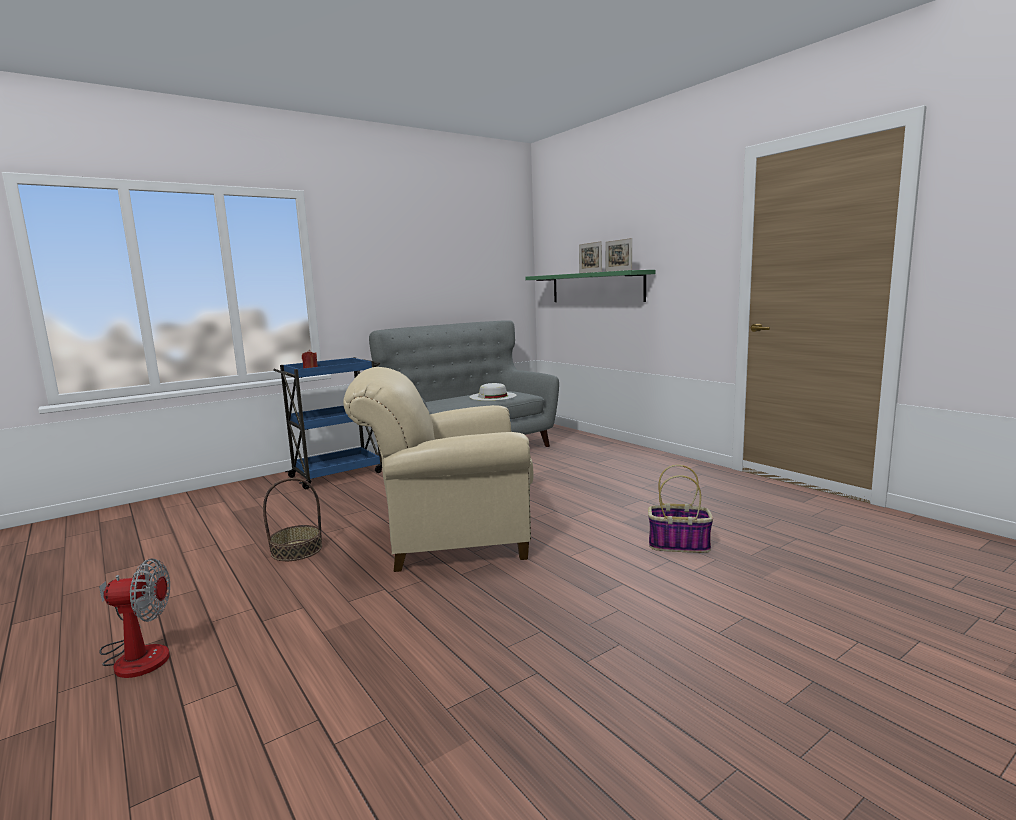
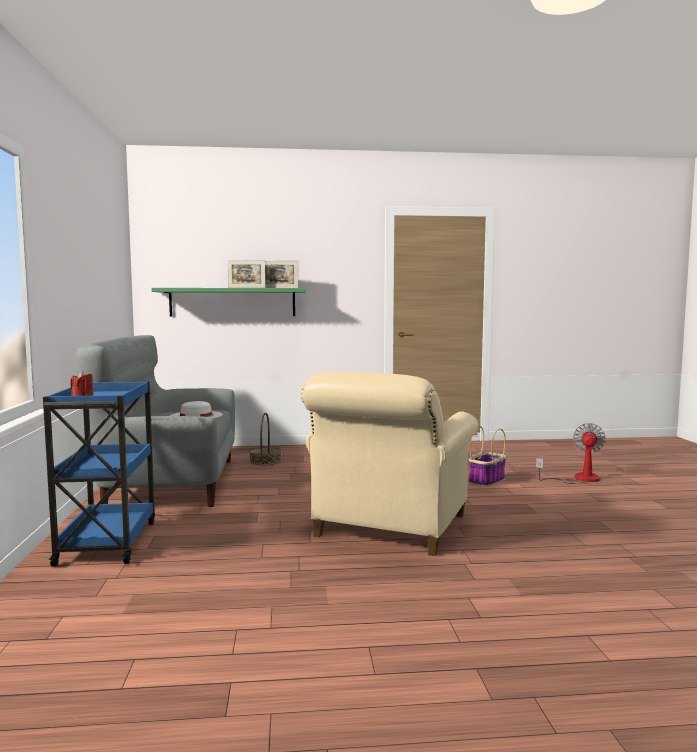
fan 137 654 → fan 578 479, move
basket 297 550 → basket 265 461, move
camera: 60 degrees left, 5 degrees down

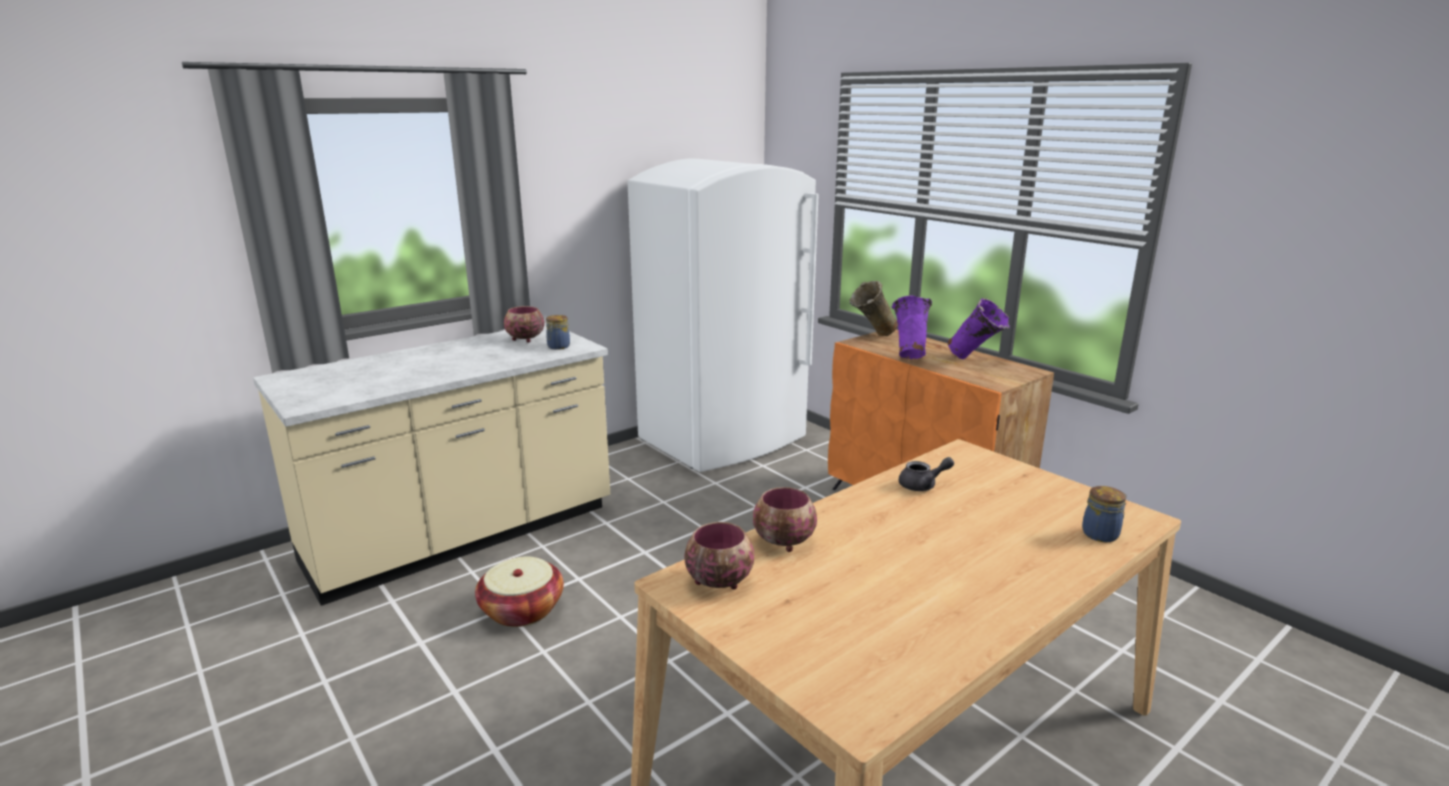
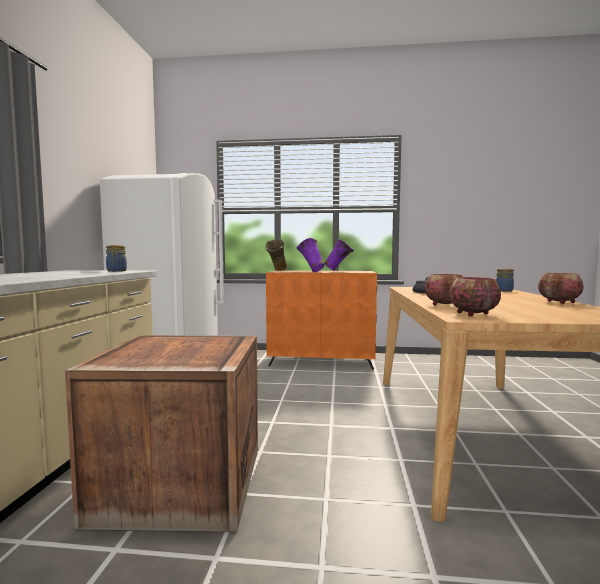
serving bowl 524 339 → serving bowl 559 302, move
basket 522 610 → crate 180 481
camera: 45 degrees left, 15 degrees down

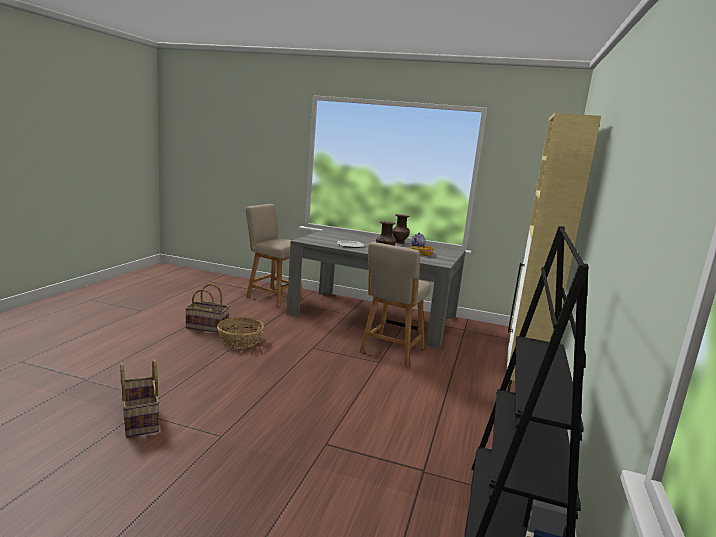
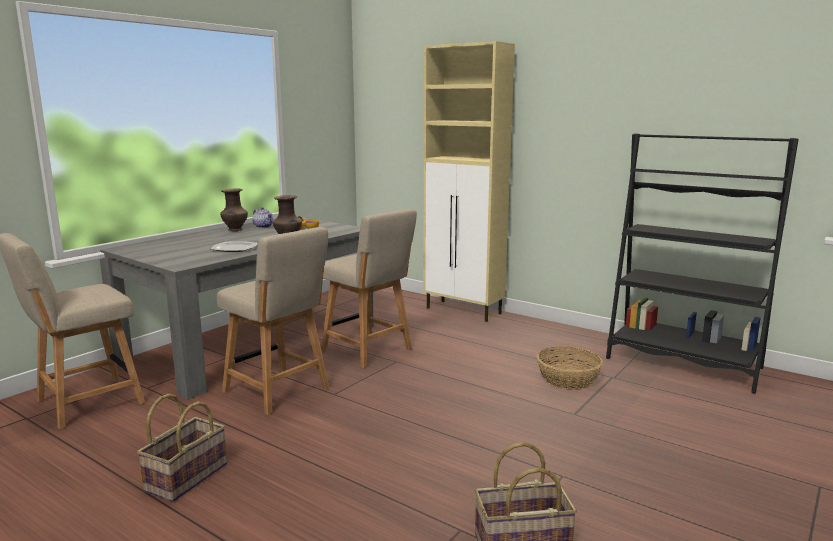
- → sand-coloured upright chair 279 391
basket 240 341 → basket 568 379, move
camera: 70 degrees left, 0 degrees up

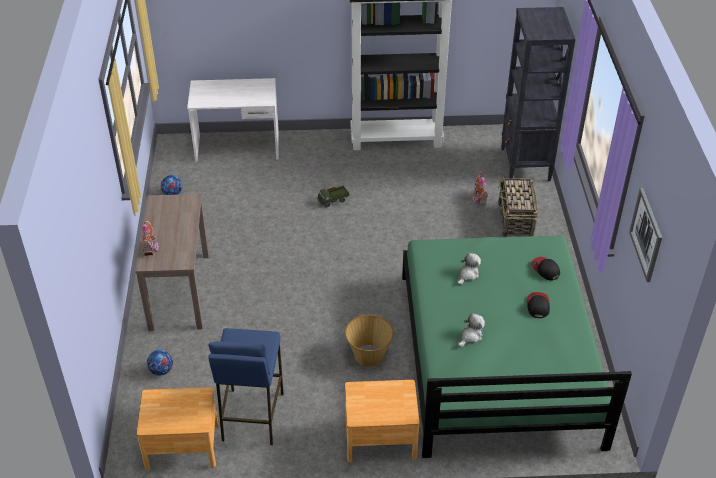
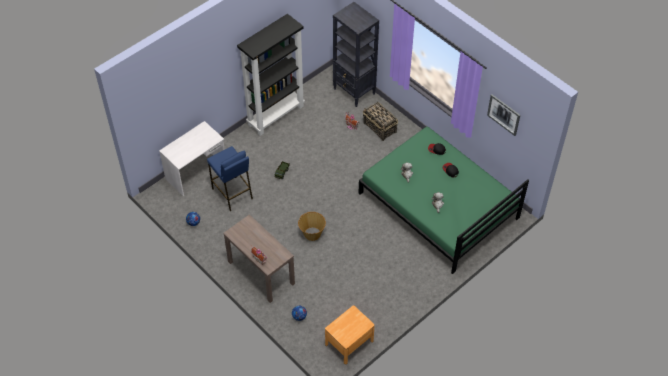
brownish bedside table 380 438 → -
blue sitting stool 252 417 → blue sitting stool 232 194, move
basket 369 355 → basket 312 233, move
camera: 40 degrees left, 10 degrees up

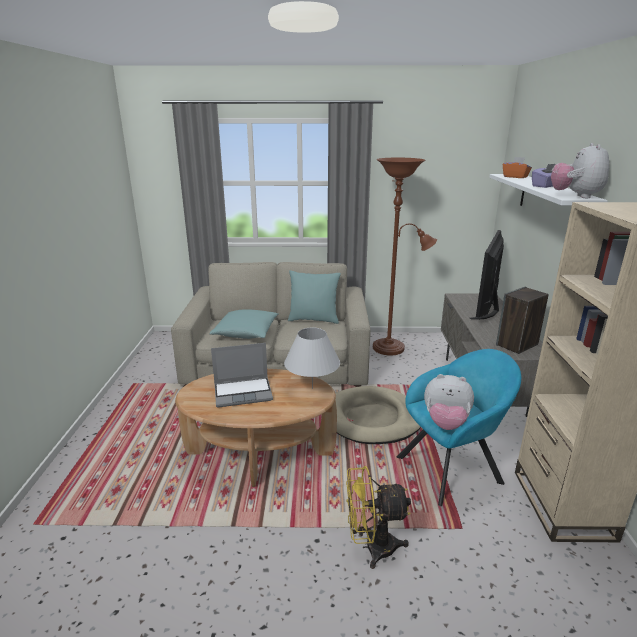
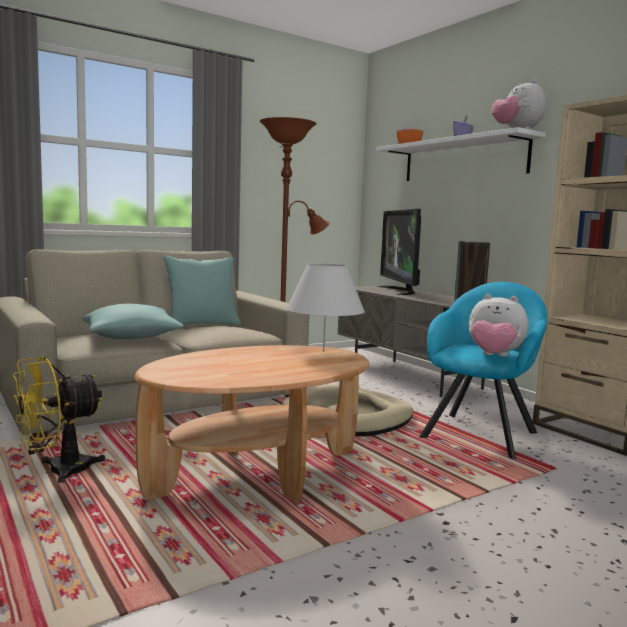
notebook computer 243 392 → -
yellowish fan 372 547 → yellowish fan 58 472, move
plush toy 445 423 → plush toy 494 356, 45 degrees clockwise
camera: 35 degrees left, 15 degrees down

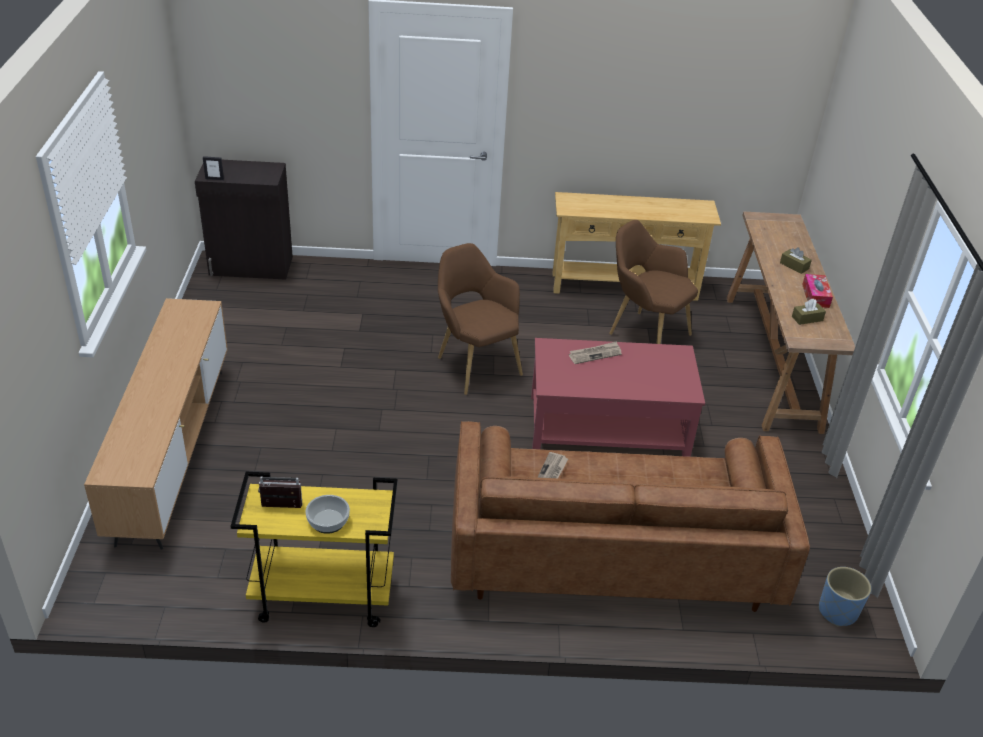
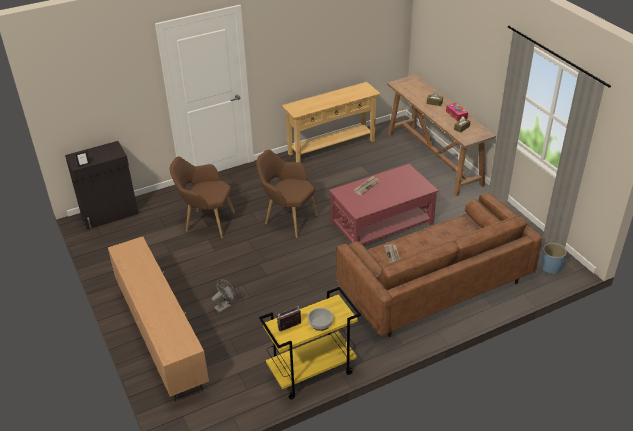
- → grey fan 225 305
brownish easy chair 644 333 → brownish easy chair 206 222, move
camera: 25 degrees left, 0 degrees up

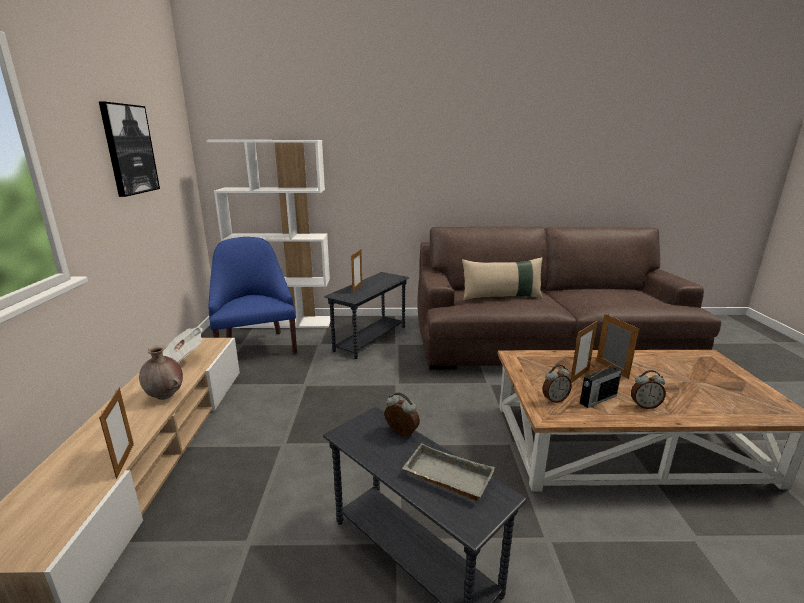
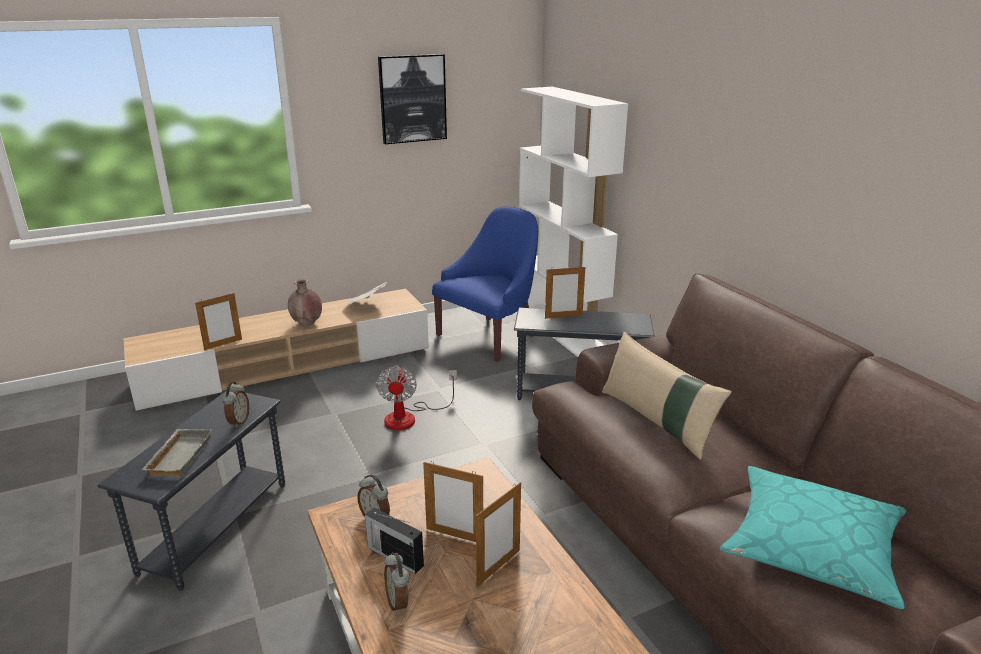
- → fan 409 417
- → turquoise-coloured cushion 811 547
camera: 65 degrees right, 5 degrees up

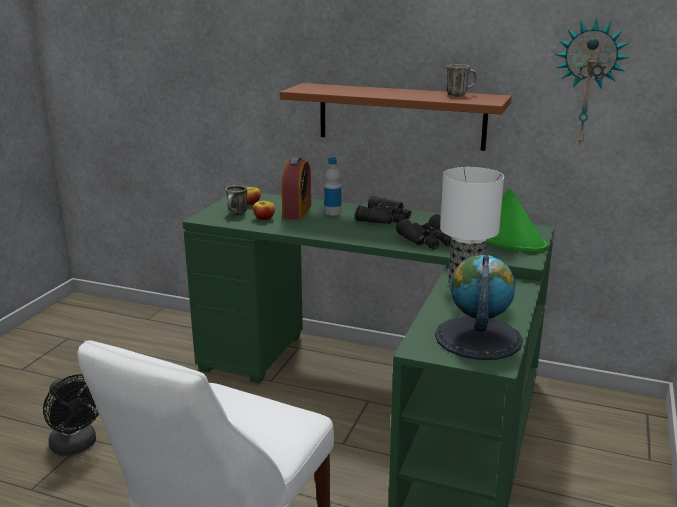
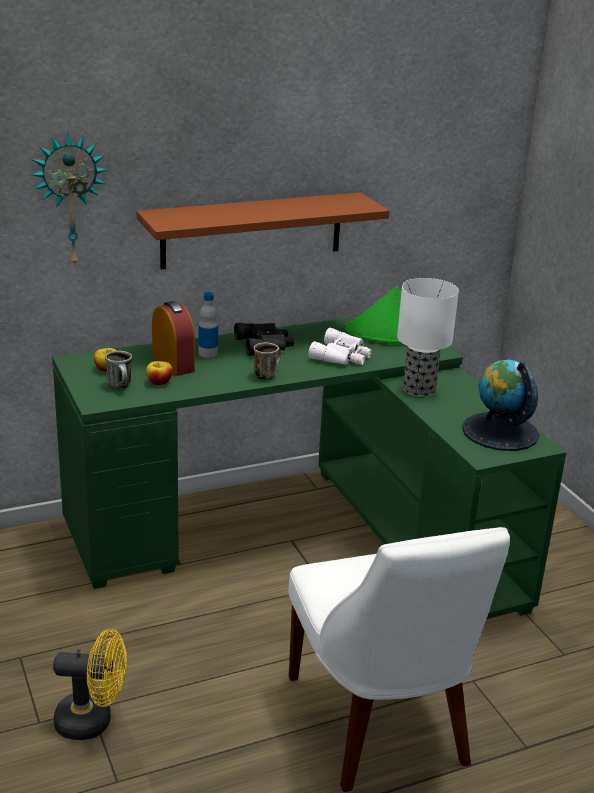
coffee mug 460 95 → coffee mug 267 374, move
hanging clock 588 83 → hanging clock 70 200, move
black-coloured fan 77 446 → yellowish fan 93 721
black-coloured binoculars 430 240 → whitish binoculars 342 356
camera: 45 degrees left, 5 degrees up

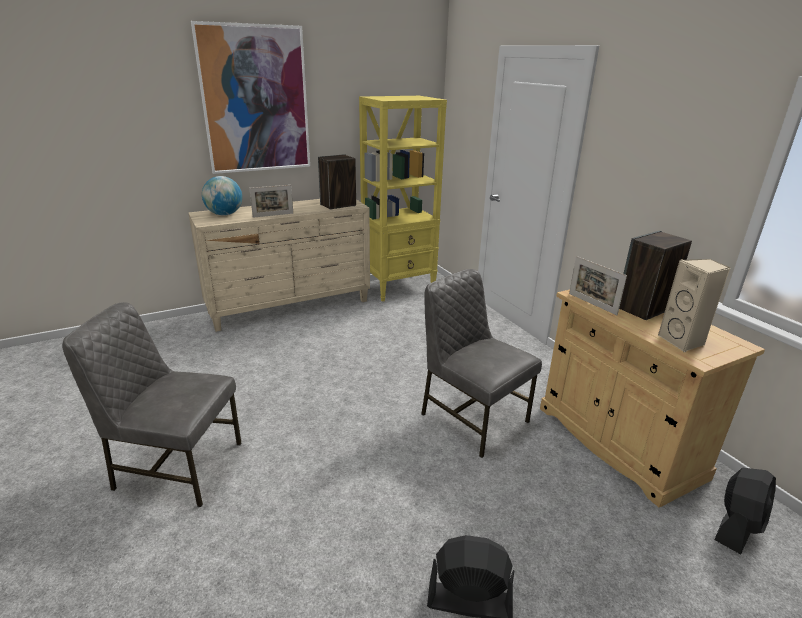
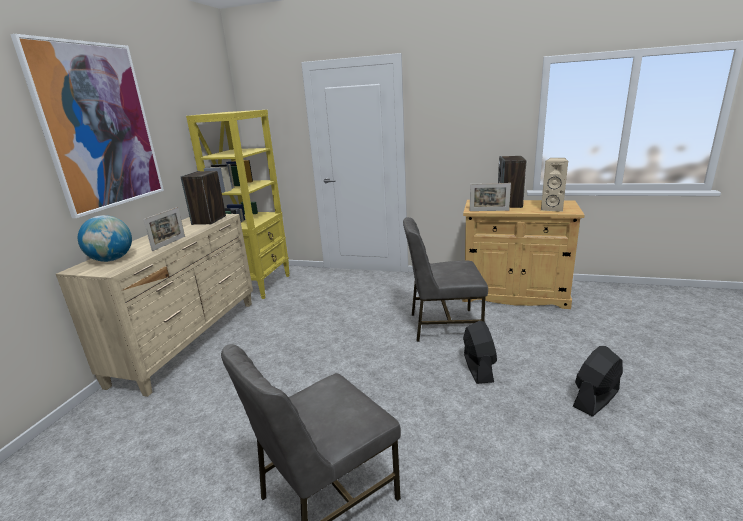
black-coloured fan 737 527 → black-coloured fan 478 367, move
camera: 45 degrees left, 5 degrees down

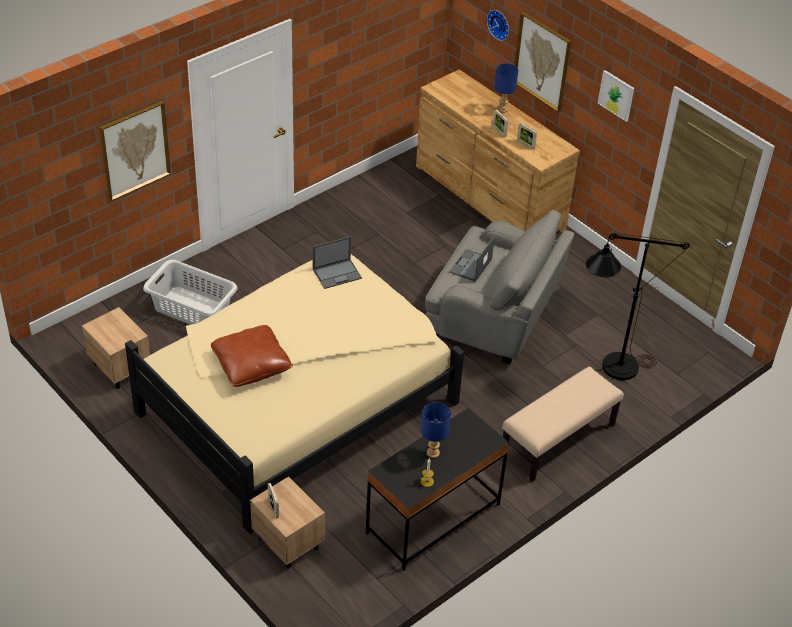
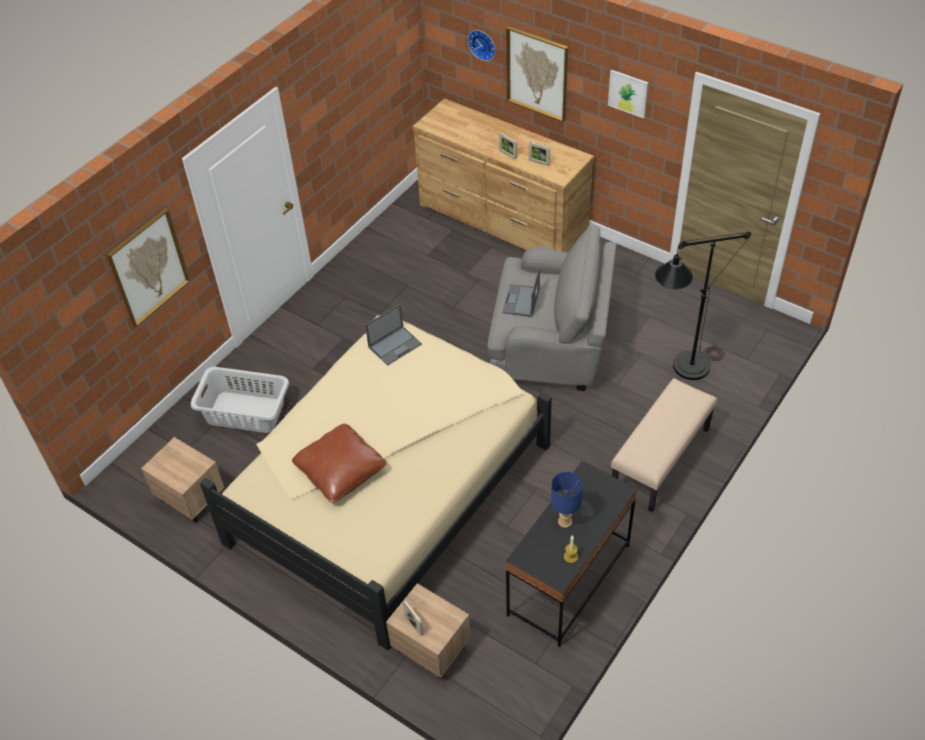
blue table lamp 503 109 → -
camera: 10 degrees left, 5 degrees up

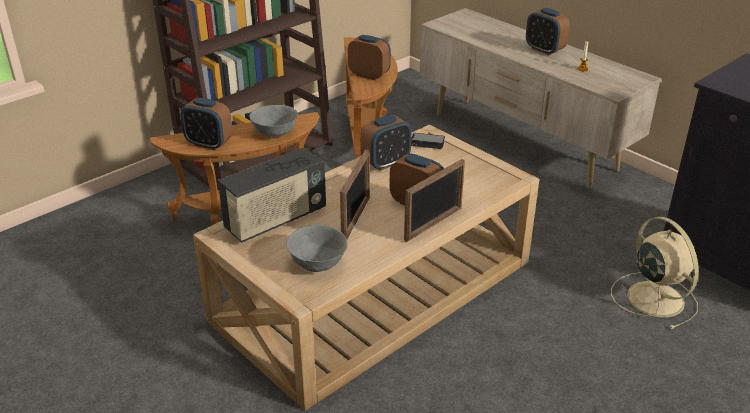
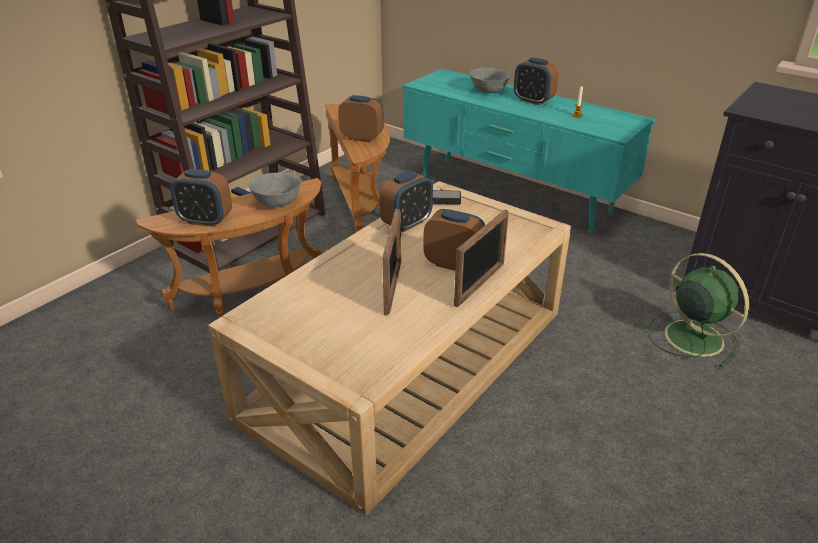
radio receiver 276 220 → -
grey serving bowl 318 263 → grey serving bowl 489 91, move
sand-coloured tv stand 521 142 → turquoise-coloured tv stand 512 195
sand-coloured fan 653 297 → green fan 691 336
camera: 10 degrees left, 0 degrees up

